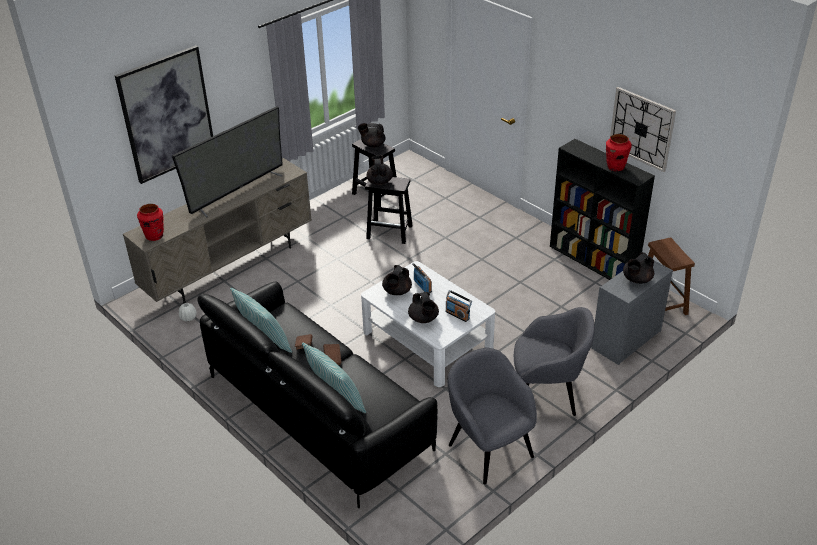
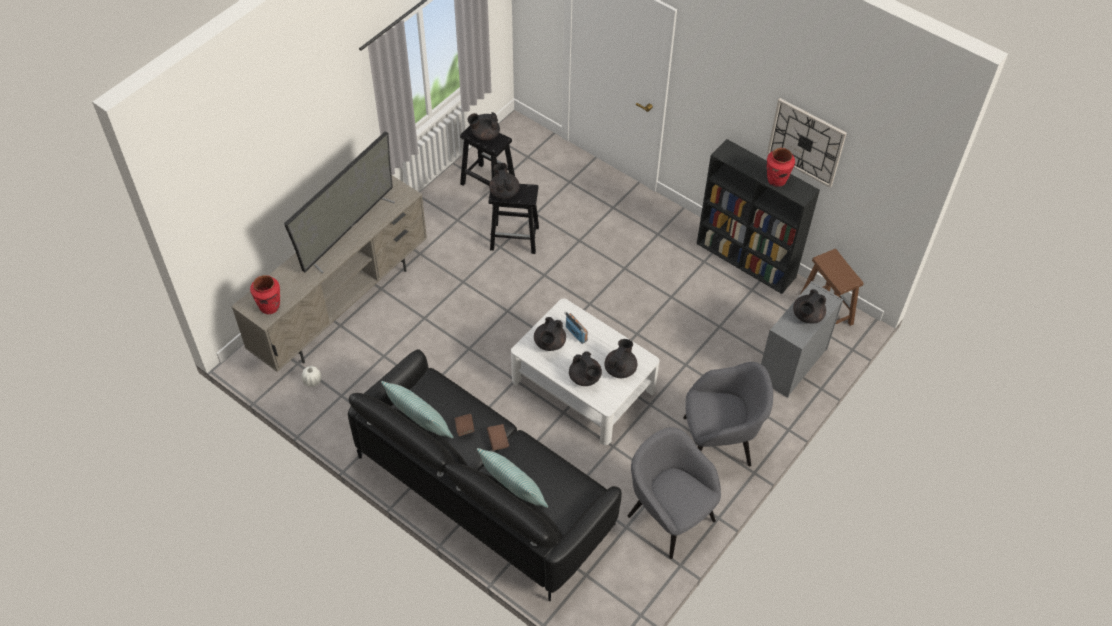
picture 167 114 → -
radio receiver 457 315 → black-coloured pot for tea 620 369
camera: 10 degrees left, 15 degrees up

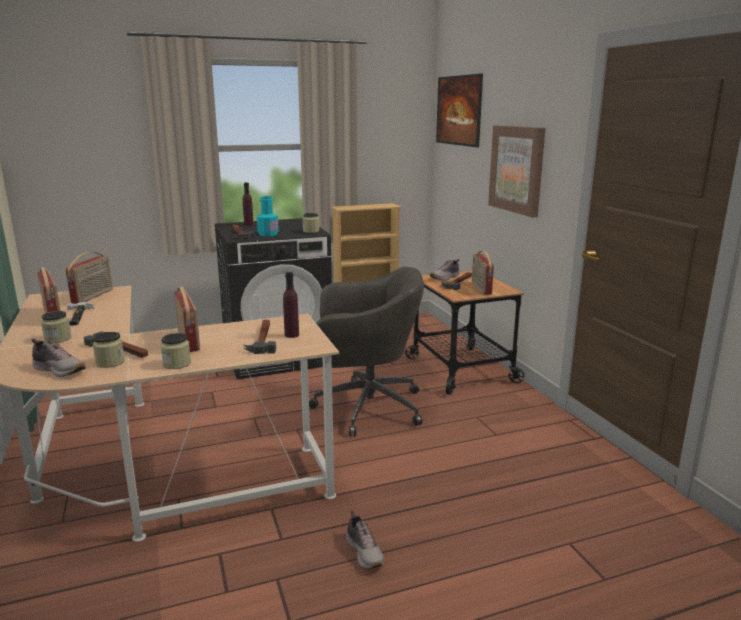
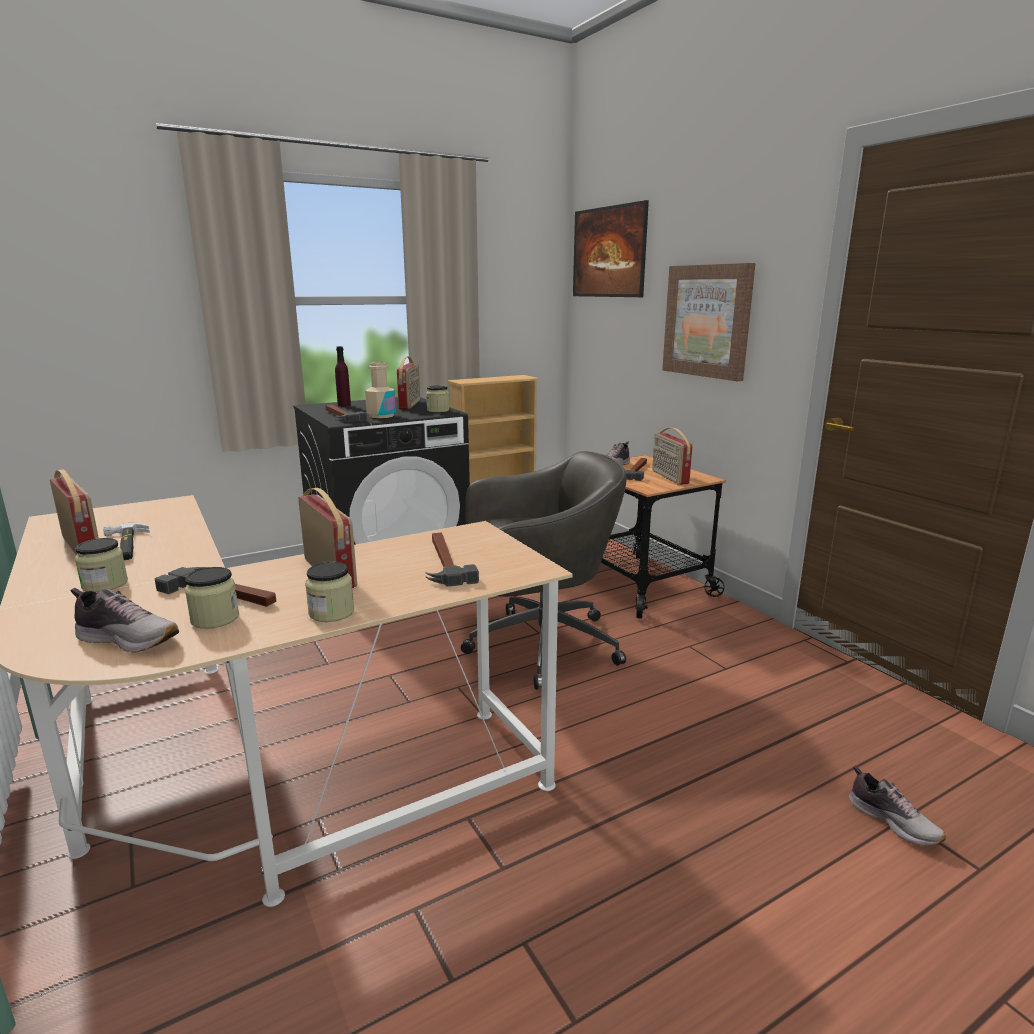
purplish bottle 291 335 → -
radio receiver 93 296 → radio receiver 410 405, move
low shoe 365 552 → low shoe 893 821, move
turquoise-coloured bottle 268 234 → sand-coloured bottle 381 416
camera: 10 degrees left, 0 degrees up

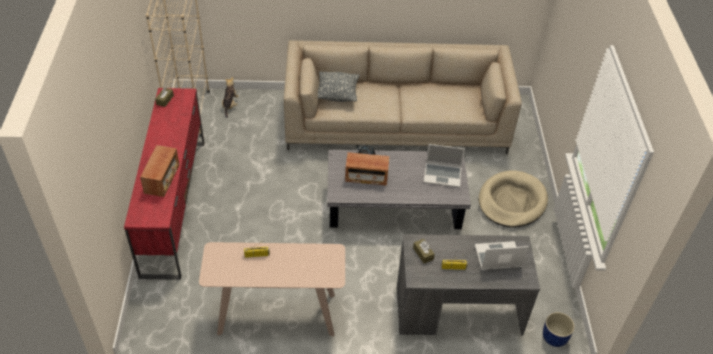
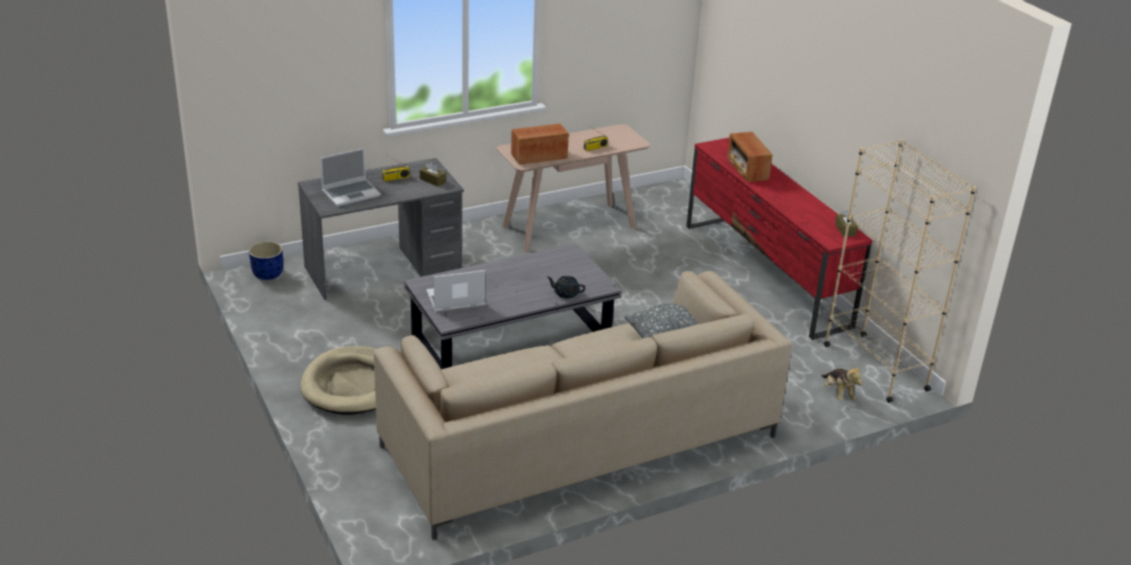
radio receiver 366 177 → radio receiver 539 157, move
camera: 155 degrees right, 15 degrees down

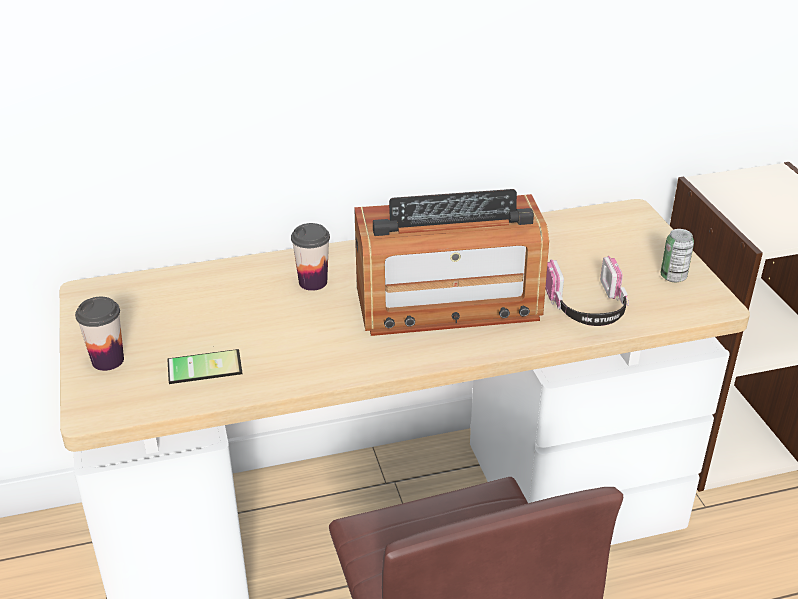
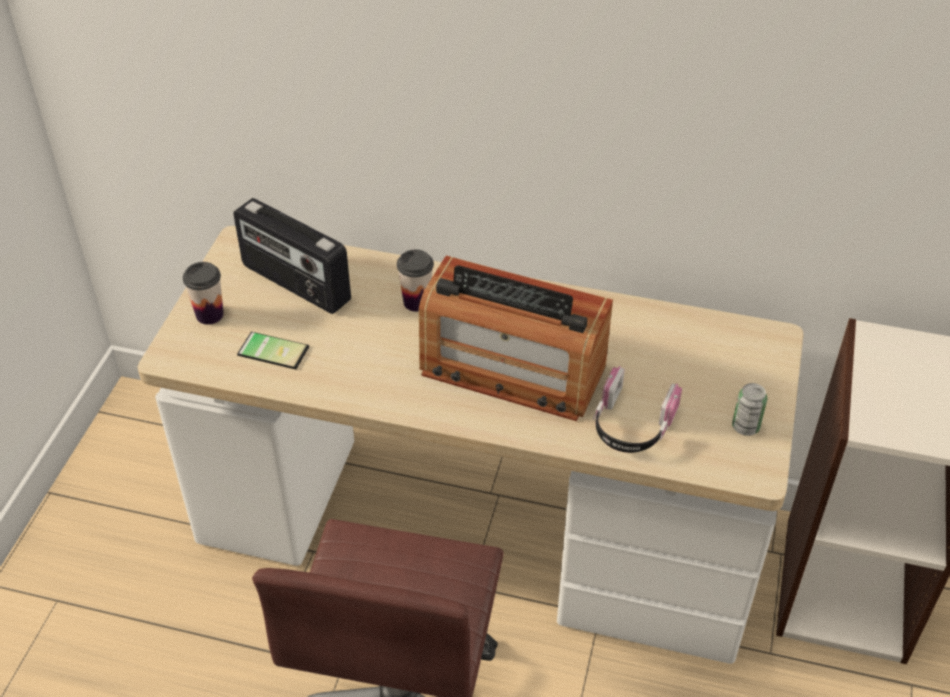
- → radio receiver 295 284
camera: 30 degrees right, 10 degrees up

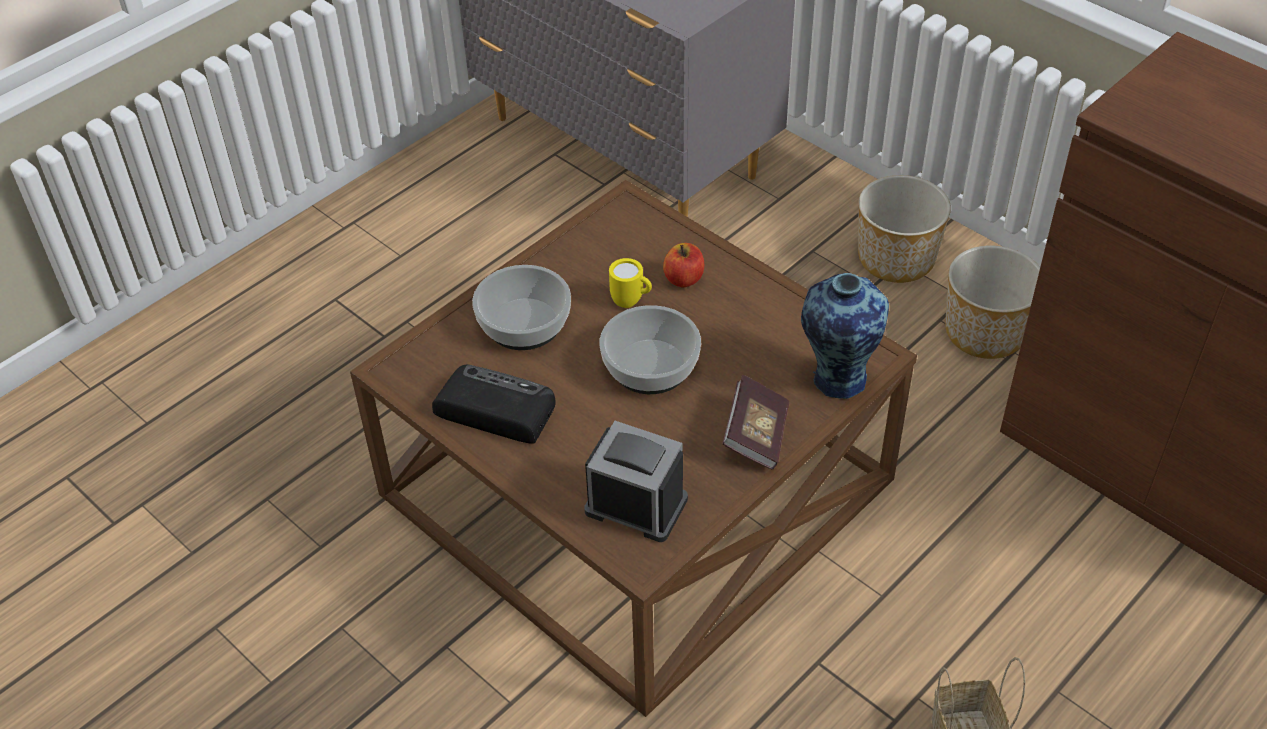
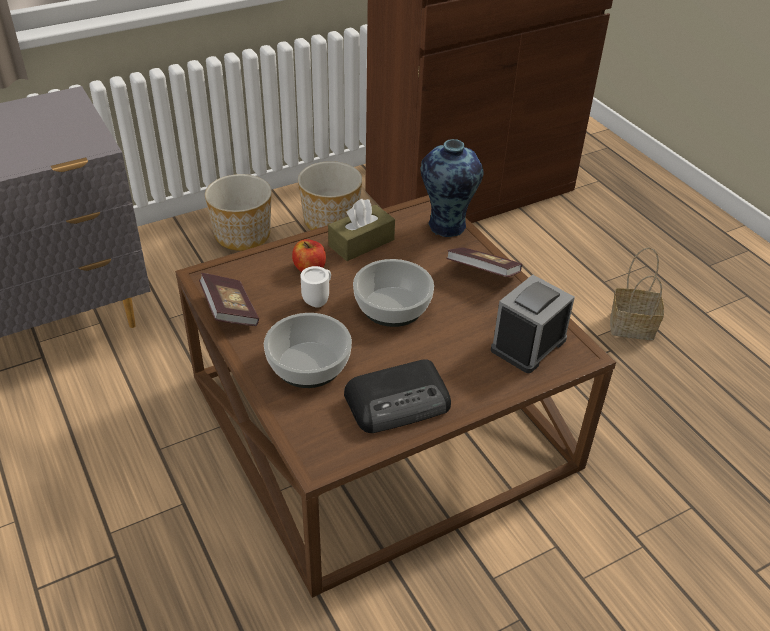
- → book 230 311
- → brownish tissue box 361 243
yellowish coffee mug 631 301 → whitish coffee mug 318 300
radio receiver 494 409 → radio receiver 399 402, 150 degrees counterclockwise
camera: 75 degrees left, 5 degrees down

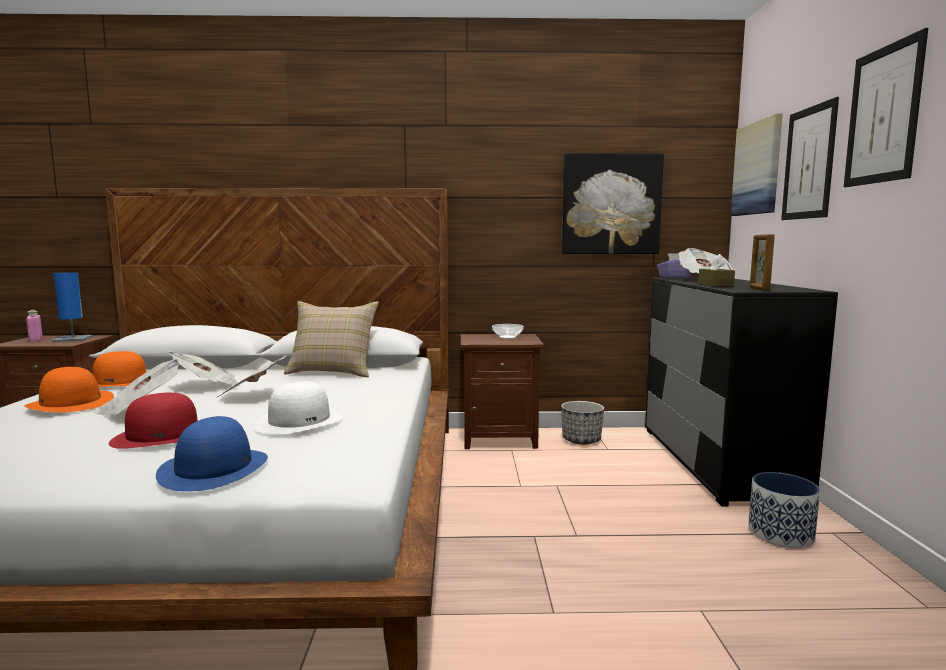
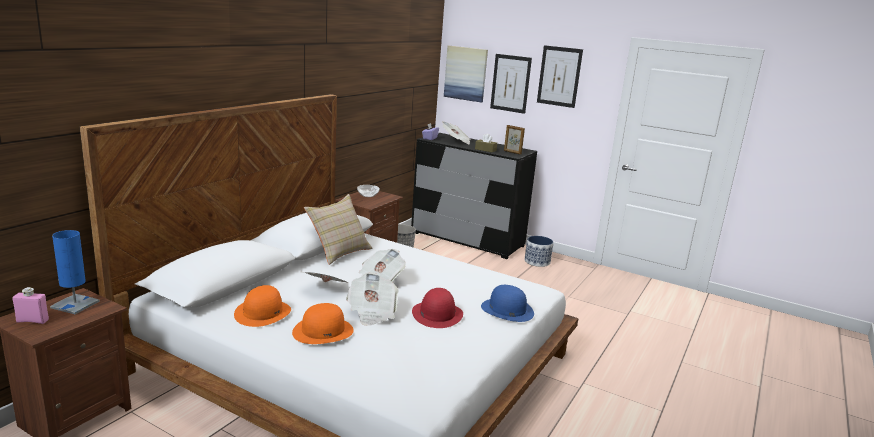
whitish clothing hat 299 421 → -
picture 610 204 → -
camera: 60 degrees left, 10 degrees up

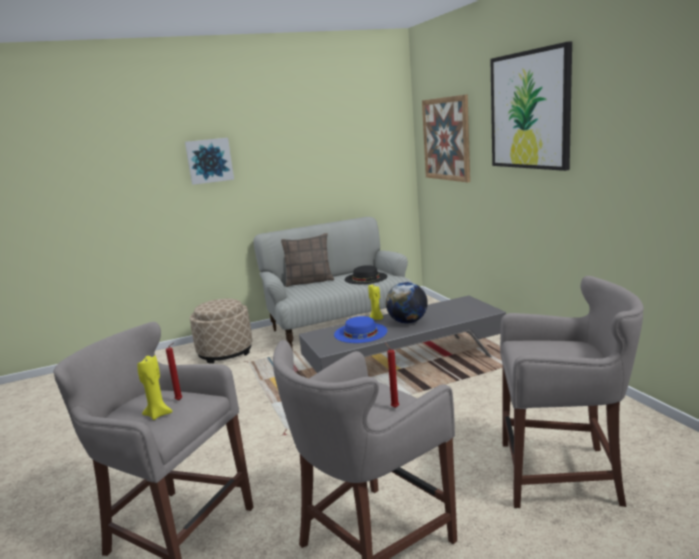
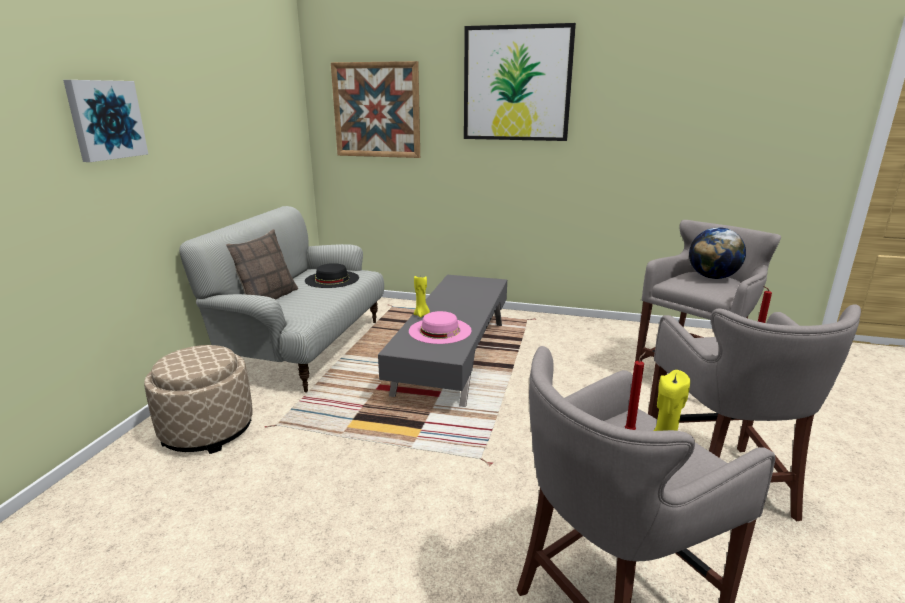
world globe 407 322 → world globe 712 277, move
blue clothing hat 360 332 → pink clothing hat 440 330
camera: 55 degrees left, 5 degrees up

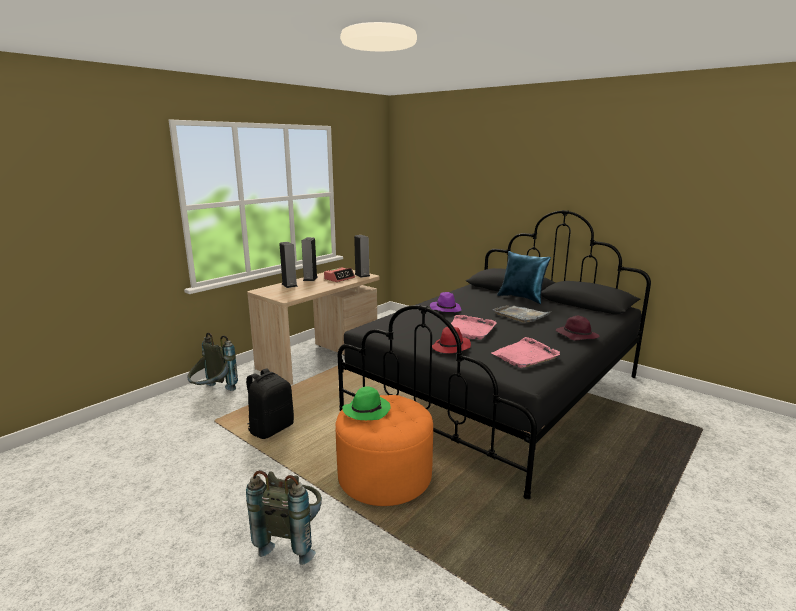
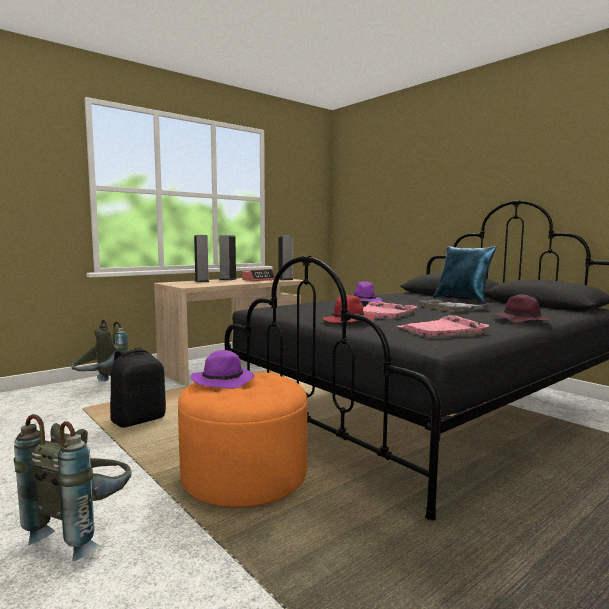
green clothing hat 367 410 → purplish clothing hat 224 381
camera: 10 degrees right, 10 degrees down

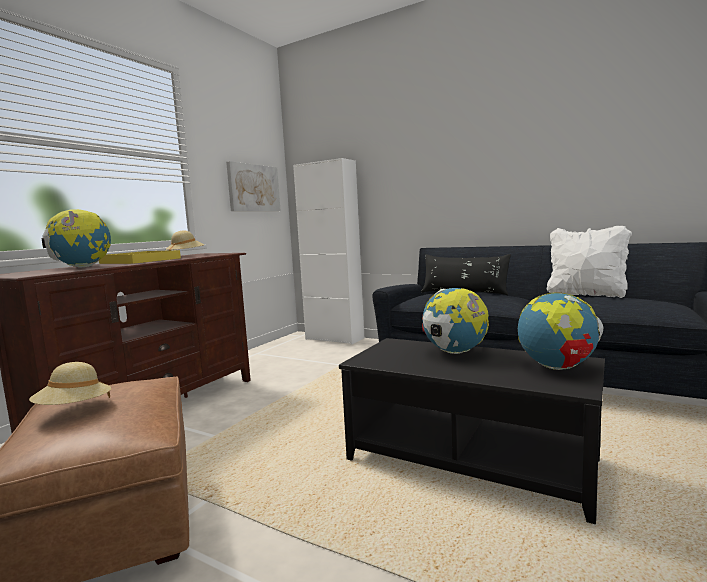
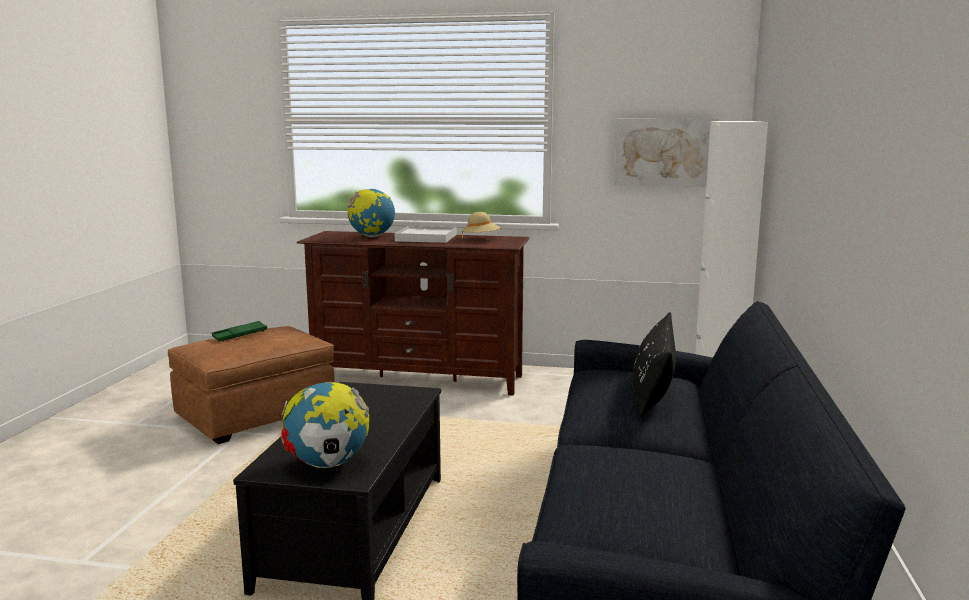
world globe 454 352 → -
whitish cushion 586 295 → -
sand-coloured clothing hat 74 410 → green carrying tray 240 335
yellowish carrying tray 140 261 → whitish carrying tray 426 238
camera: 70 degrees right, 5 degrees up

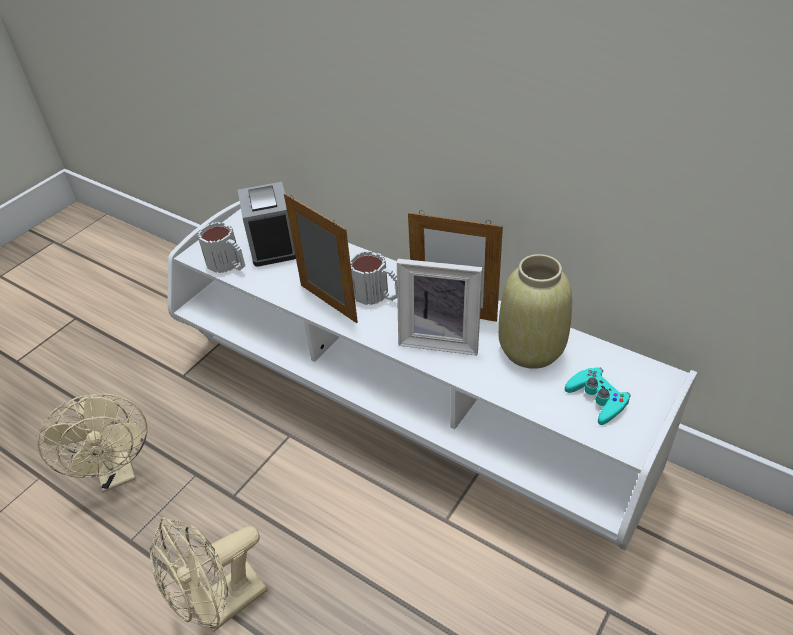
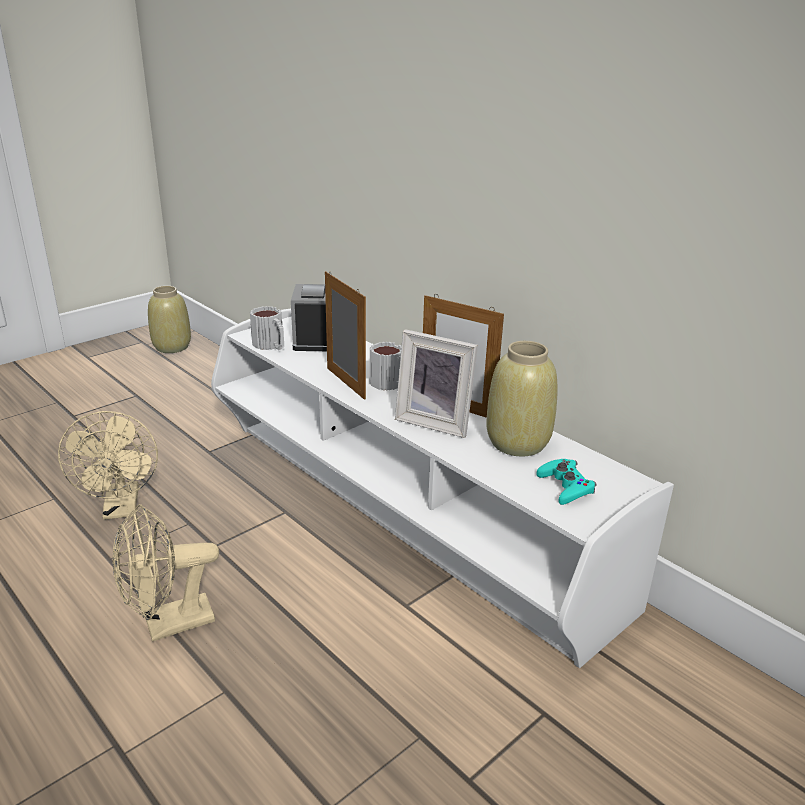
- → sand-coloured vase 172 347
camera: 10 degrees right, 15 degrees down

